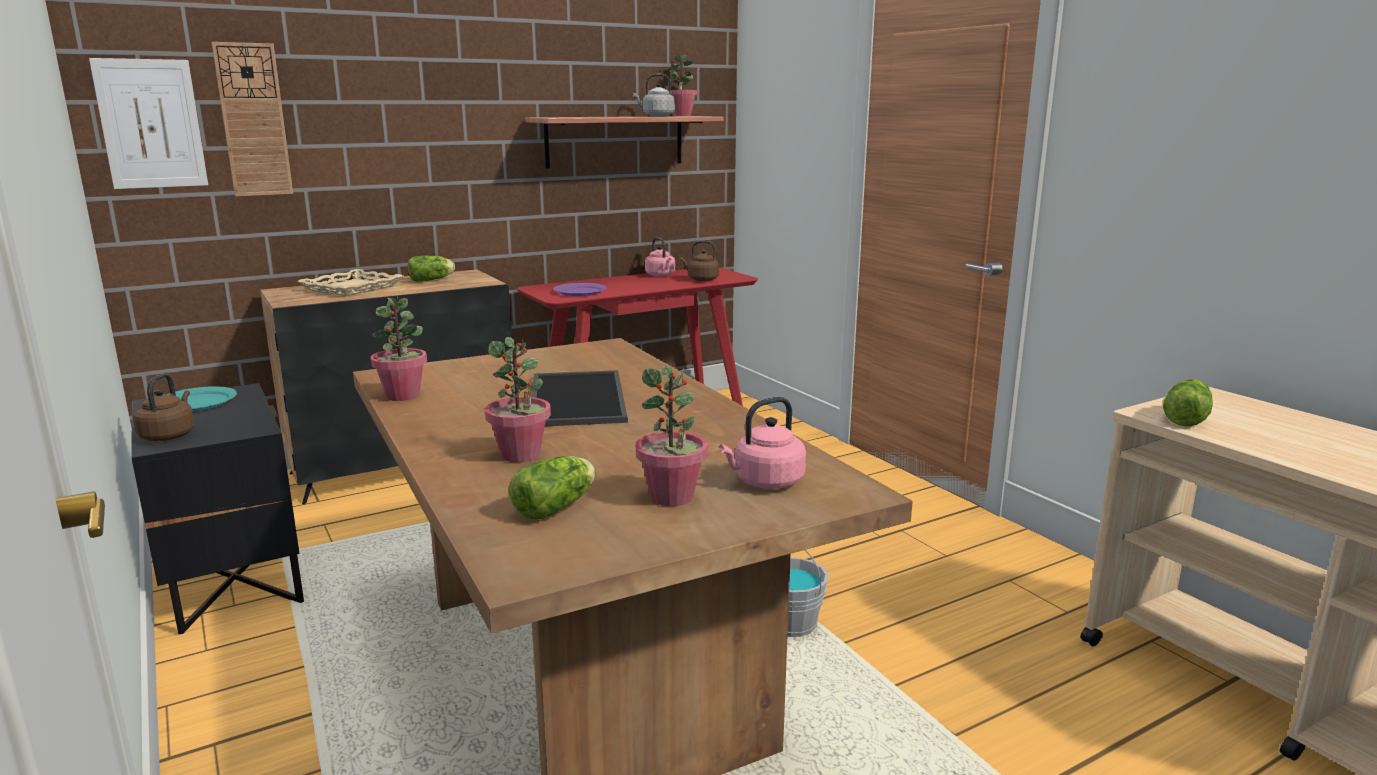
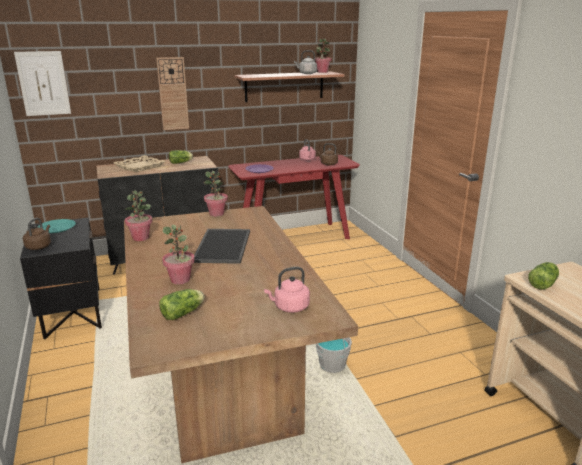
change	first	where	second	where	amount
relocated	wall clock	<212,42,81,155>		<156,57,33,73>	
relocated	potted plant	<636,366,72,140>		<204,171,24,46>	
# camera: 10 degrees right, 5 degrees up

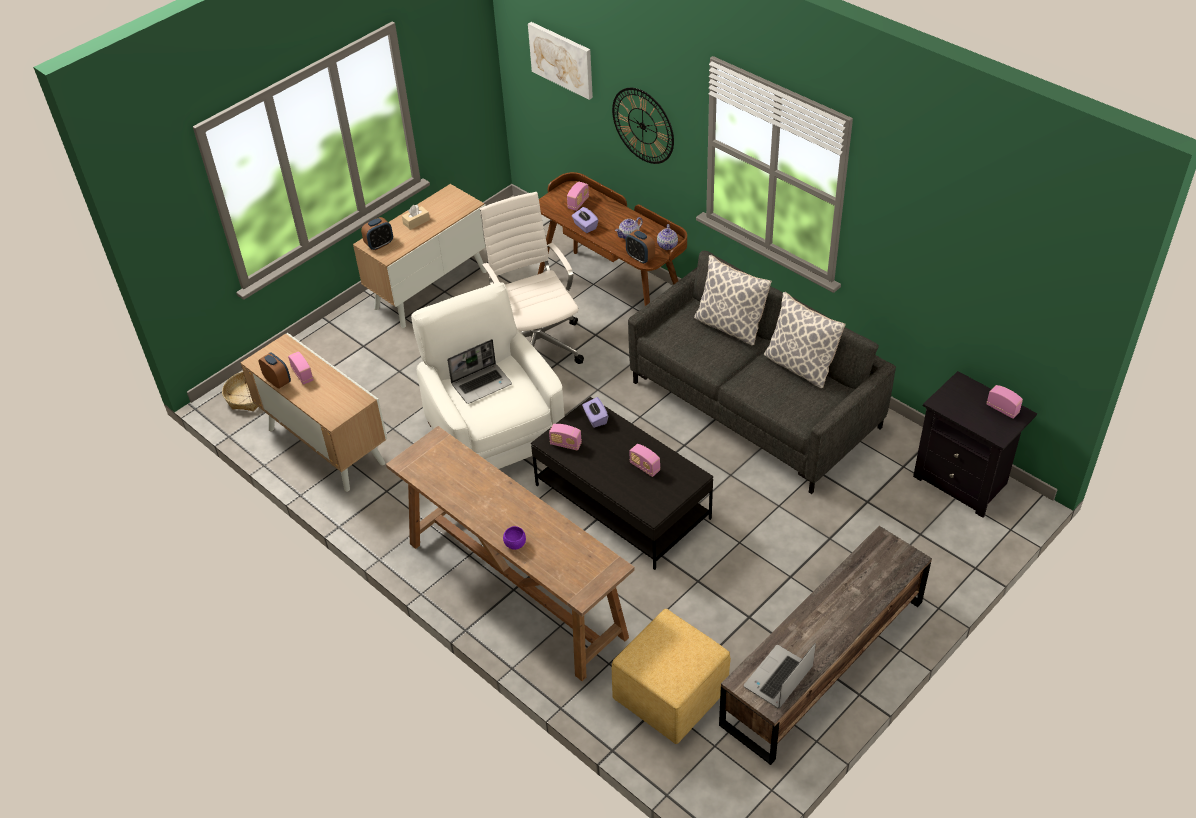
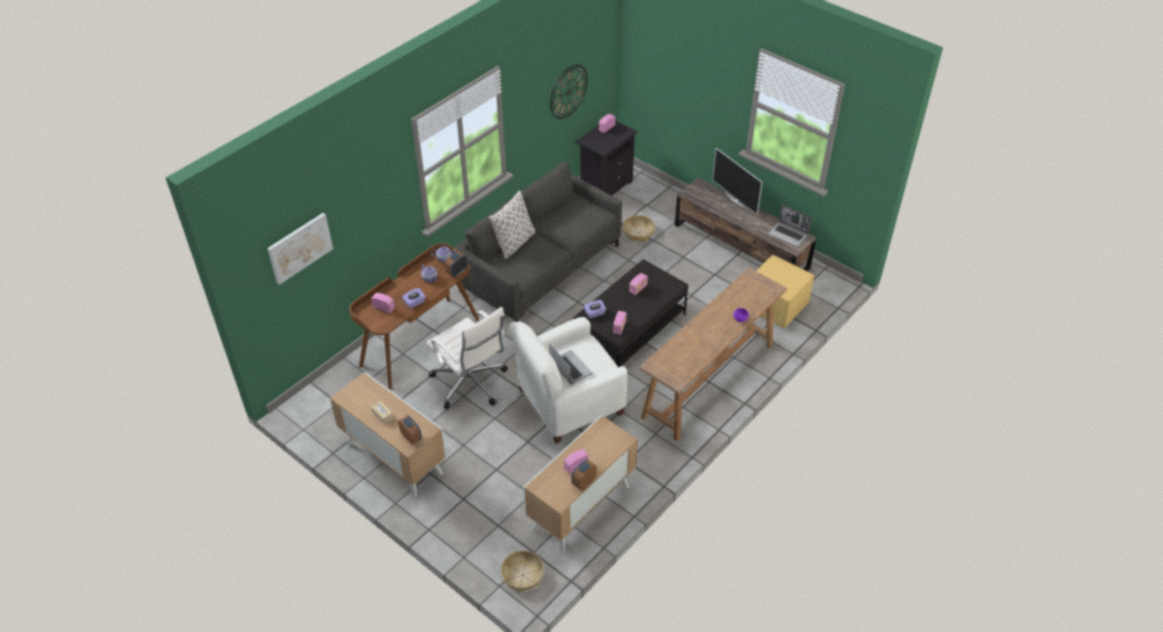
change	first	where	second	where	amount
relocated	wall clock	<612,87,62,77>		<550,65,38,54>	
spun	office chair (white)	<480,192,104,172>		<426,307,82,102>	105 degrees counterclockwise
missing	pillow	<764,292,82,96>			
appeared			television	<712,148,51,67>	
appeared			basket	<623,215,32,27>	
# camera: 95 degrees left, 0 degrees up

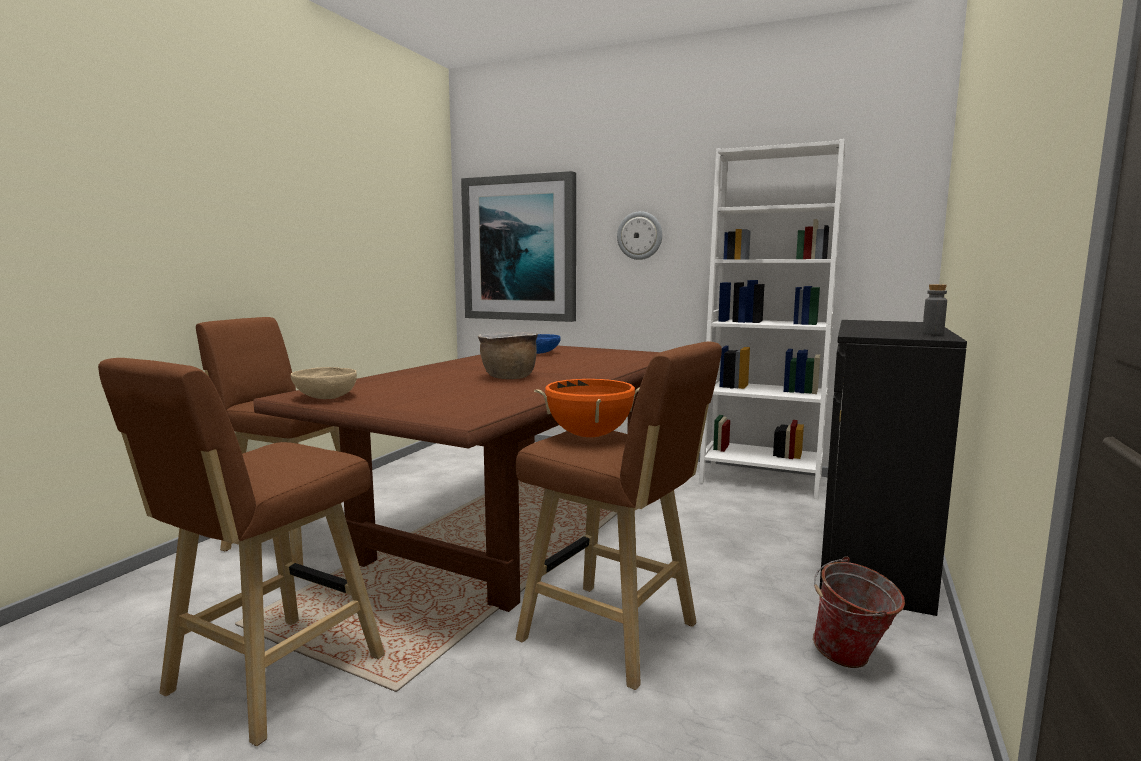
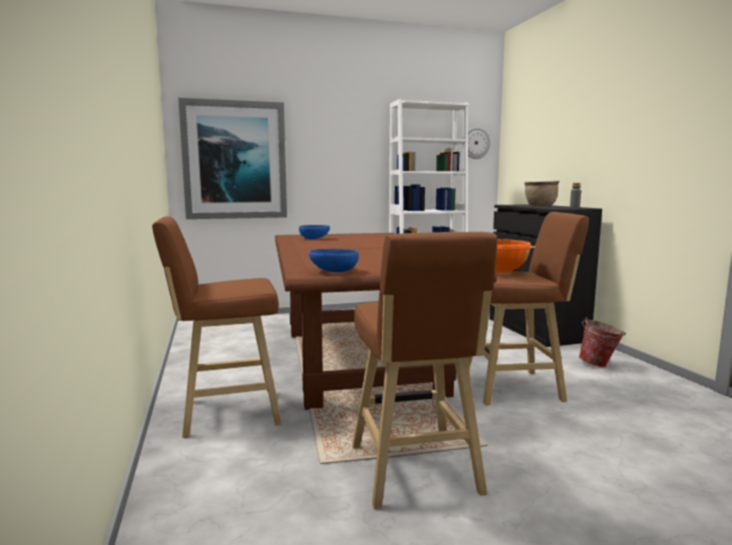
change	first	where	second	where	amount
relocated	wall clock	<617,211,45,49>		<468,127,22,32>	
relocated	cooking pot (brown)	<478,332,60,47>		<524,180,35,26>	
colour	bowl (beige)	<291,367,66,32>	bowl (blue)	<309,249,50,23>	
# camera: 40 degrees left, 0 degrees up

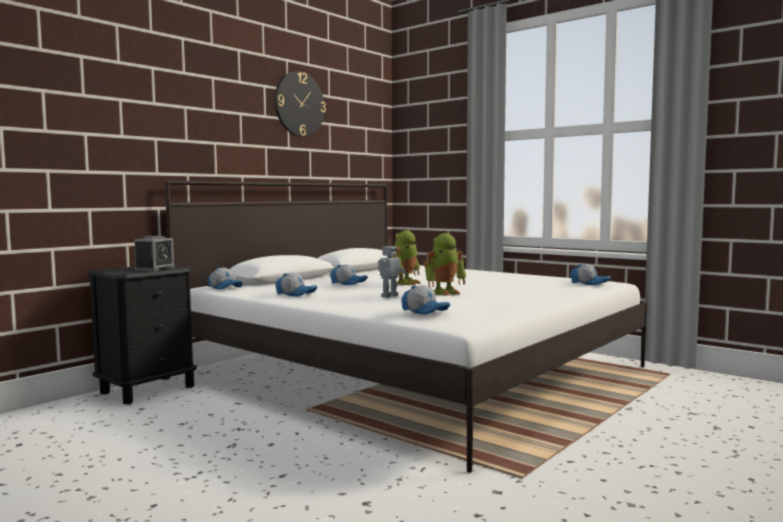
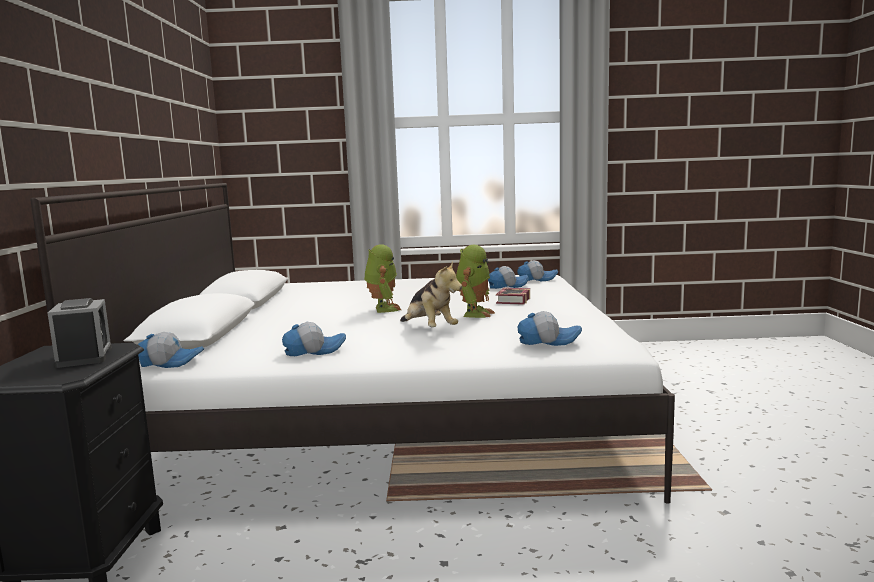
change	first	where	second	where	amount
missing	wall clock	<275,71,51,66>			
exchanged	toy robot	<378,240,29,58>	plush toy	<400,261,62,66>	
relocated	cap	<330,264,38,21>		<488,266,41,23>	
appeared			book	<496,288,34,17>	
# camera: 40 degrees left, 5 degrees up

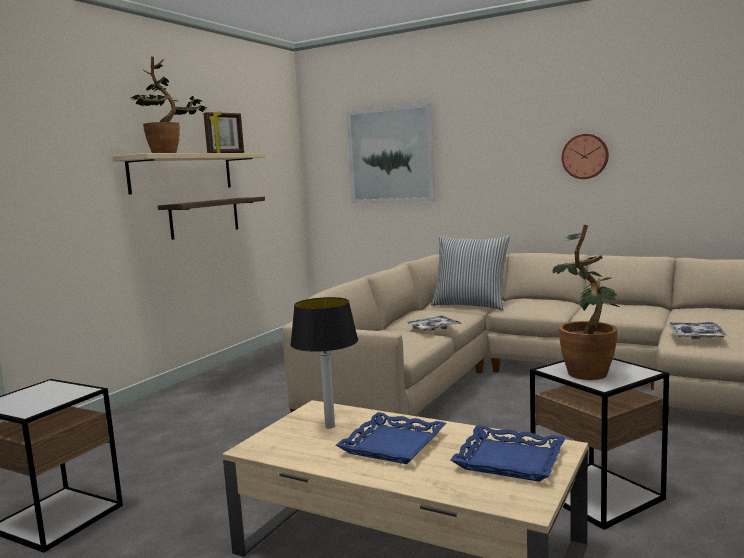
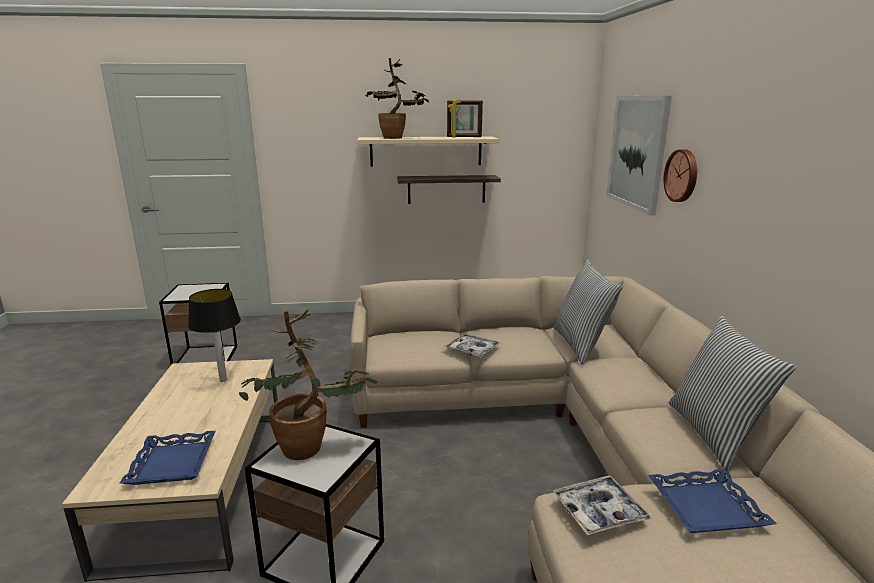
change	first	where	second	where	amount
relocated	wall clock	<562,134,47,45>		<664,149,33,53>	
relocated	tray (blue)	<336,412,110,52>		<648,469,129,64>	
appeared			pillow	<669,316,128,155>	
# camera: 55 degrees right, 10 degrees up

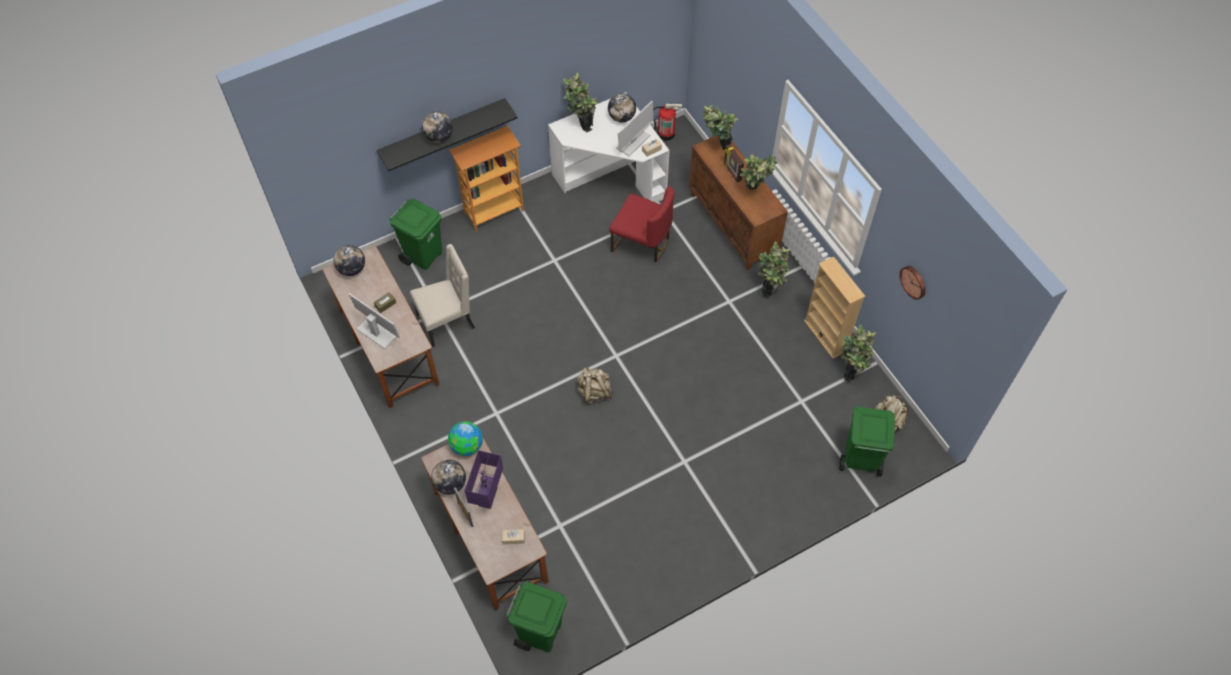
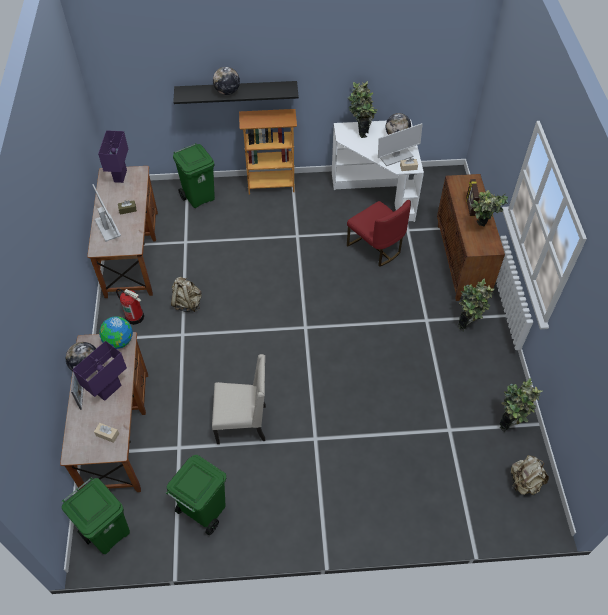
change	first	where	second	where	amount
relocated	fire extinguisher	<653,103,31,38>		<116,289,28,36>	
missing	potted plant	<703,105,35,45>			
relocated	chair (beige)	<410,244,65,103>		<212,354,54,90>	
exchanged	globe	<334,245,31,31>	table lamp (purple)	<98,130,30,53>	
missing	bookcase (beige)	<804,256,61,103>			
missing	wall clock	<900,266,26,34>			
relocated	backpack (beige)	<577,366,36,38>		<171,277,31,35>	
relocated	trash can (green)	<839,406,56,70>		<166,455,60,80>	
# camera: 25 degrees right, 5 degrees down

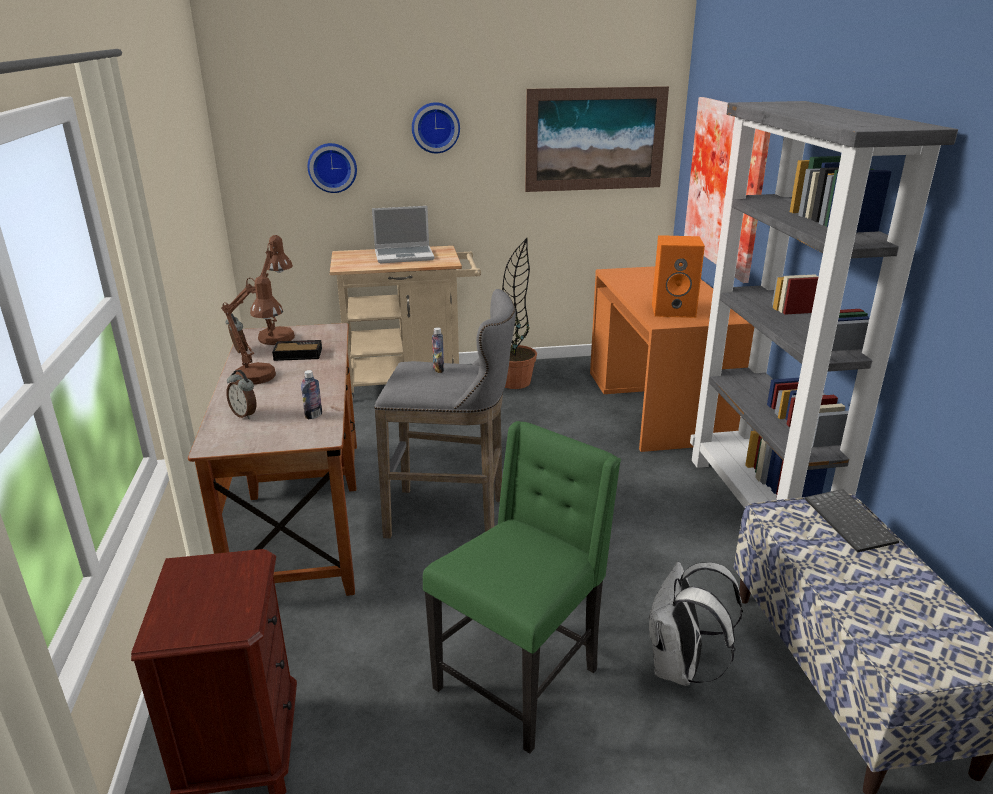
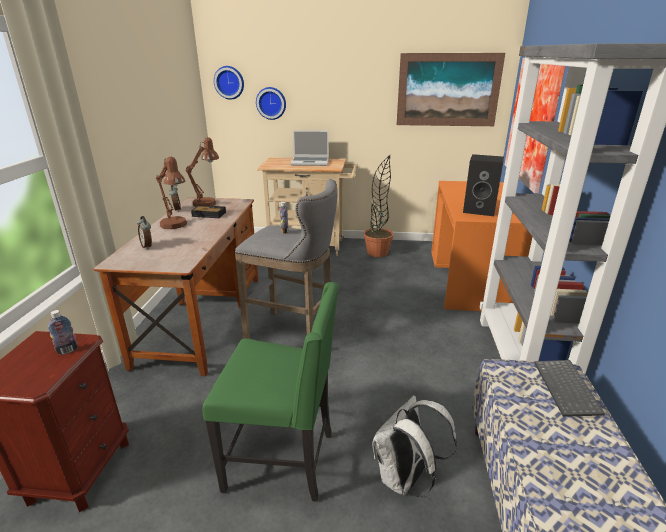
change	first	where	second	where	amount
relocated	wall clock	<412,102,48,51>		<214,66,30,34>	
colour	speaker (orange)	<652,235,53,83>	speaker (black)	<463,154,41,62>	
relocated	bottle	<301,370,21,50>		<48,310,30,45>	
spun	chair (green)	<423,421,198,333>		<202,282,137,220>	45 degrees clockwise
# camera: 15 degrees right, 0 degrees up

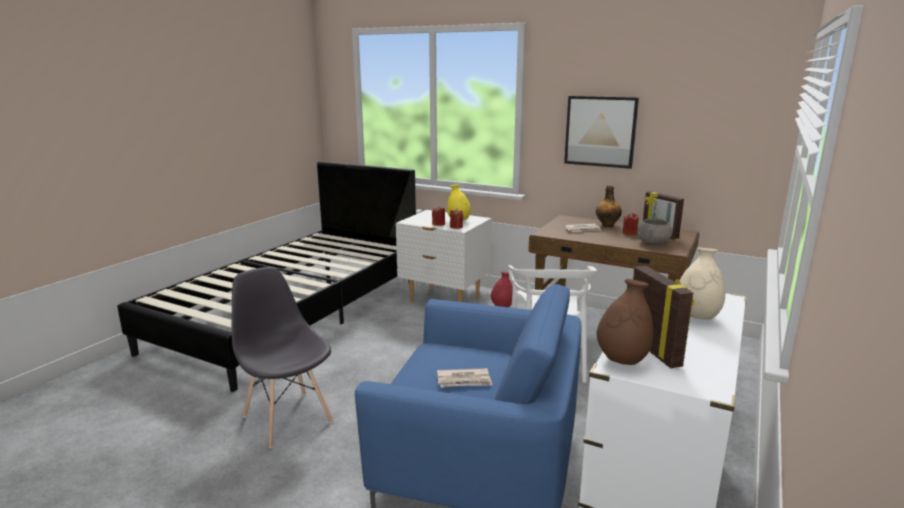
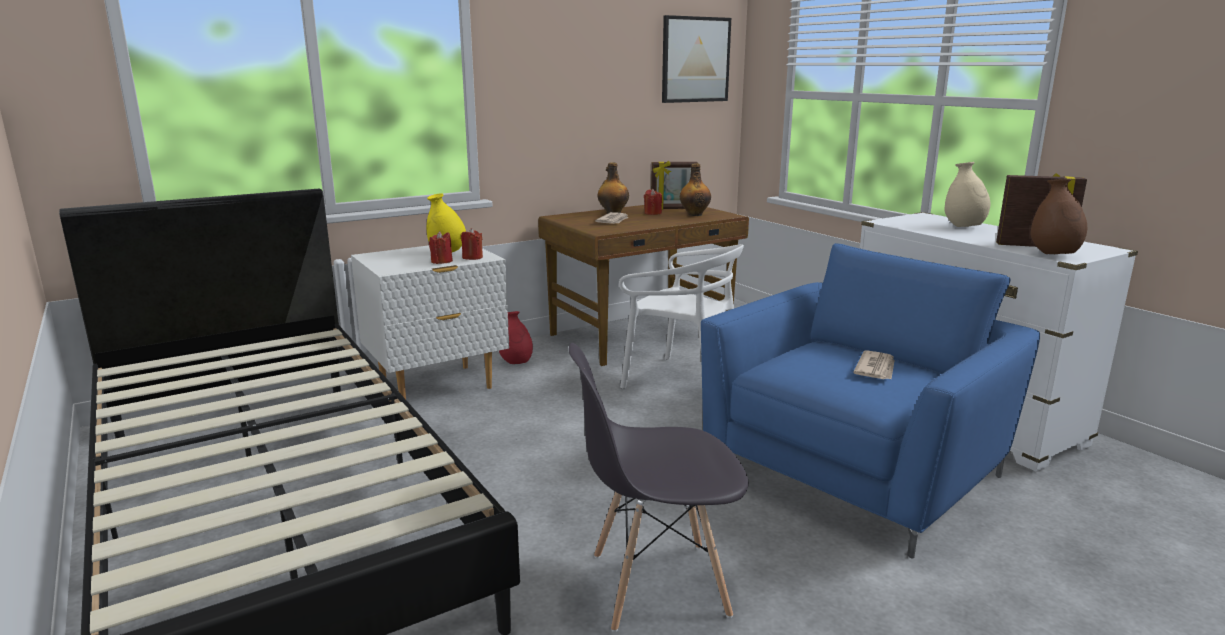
change	first	where	second	where	amount
relocated	picture	<564,96,75,73>		<662,15,69,88>	
exchanged	bowl (grey)	<637,219,35,26>	bottle	<680,164,31,52>	
# camera: 60 degrees left, 0 degrees up

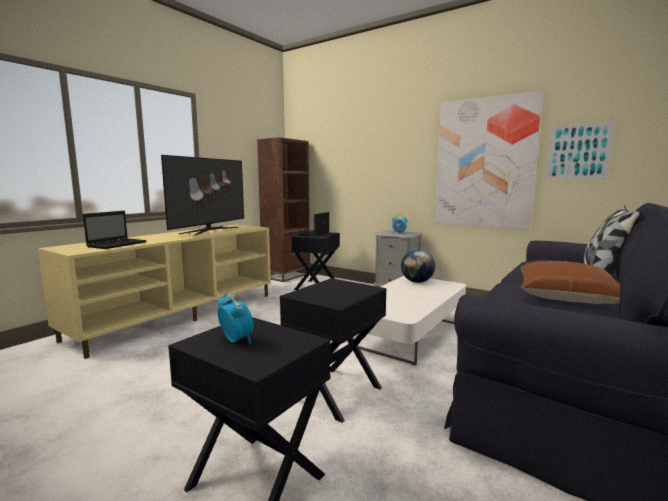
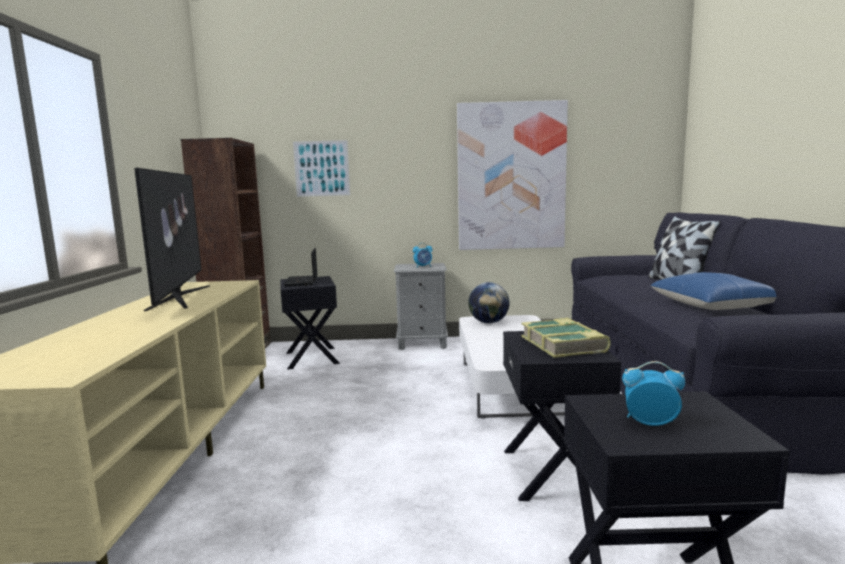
change	first	where	second	where	amount
relocated	picture	<546,122,69,57>		<293,140,57,57>	
missing	laptop	<83,211,64,38>			
colour	pillow (brown)	<520,261,100,43>	pillow (blue)	<650,272,126,38>	
appeared			book	<521,318,90,40>	
# camera: 35 degrees left, 0 degrees up

